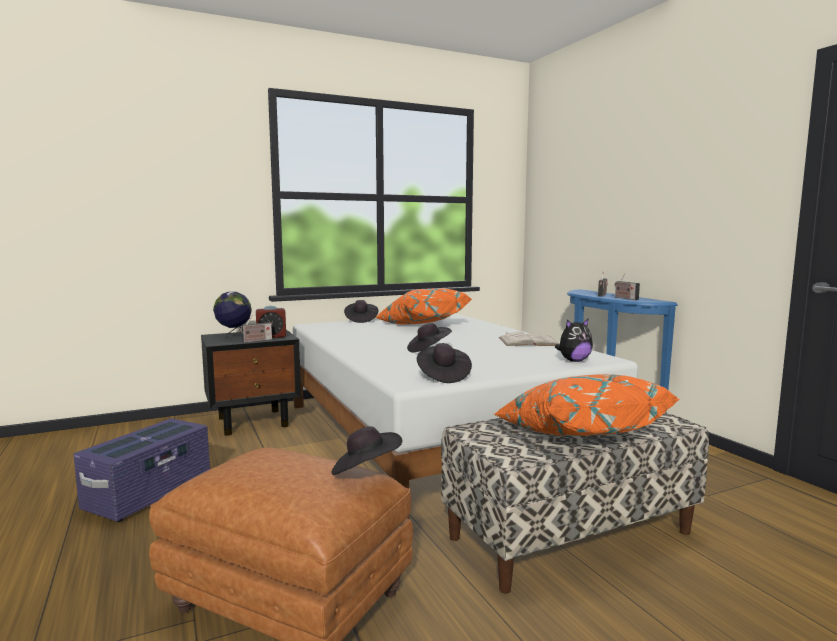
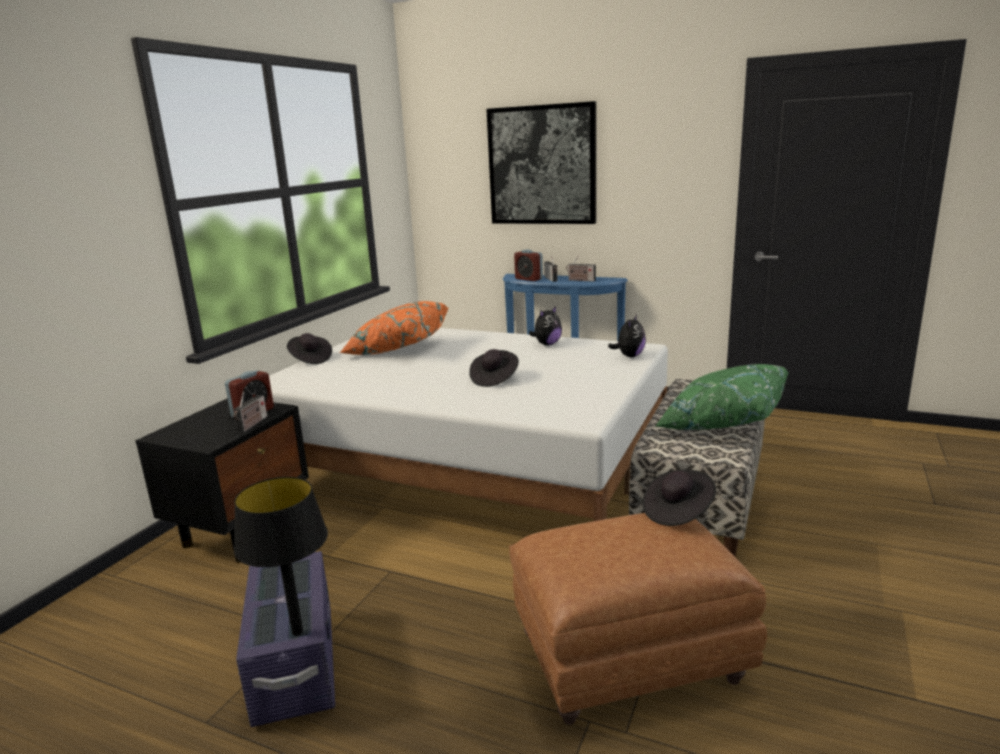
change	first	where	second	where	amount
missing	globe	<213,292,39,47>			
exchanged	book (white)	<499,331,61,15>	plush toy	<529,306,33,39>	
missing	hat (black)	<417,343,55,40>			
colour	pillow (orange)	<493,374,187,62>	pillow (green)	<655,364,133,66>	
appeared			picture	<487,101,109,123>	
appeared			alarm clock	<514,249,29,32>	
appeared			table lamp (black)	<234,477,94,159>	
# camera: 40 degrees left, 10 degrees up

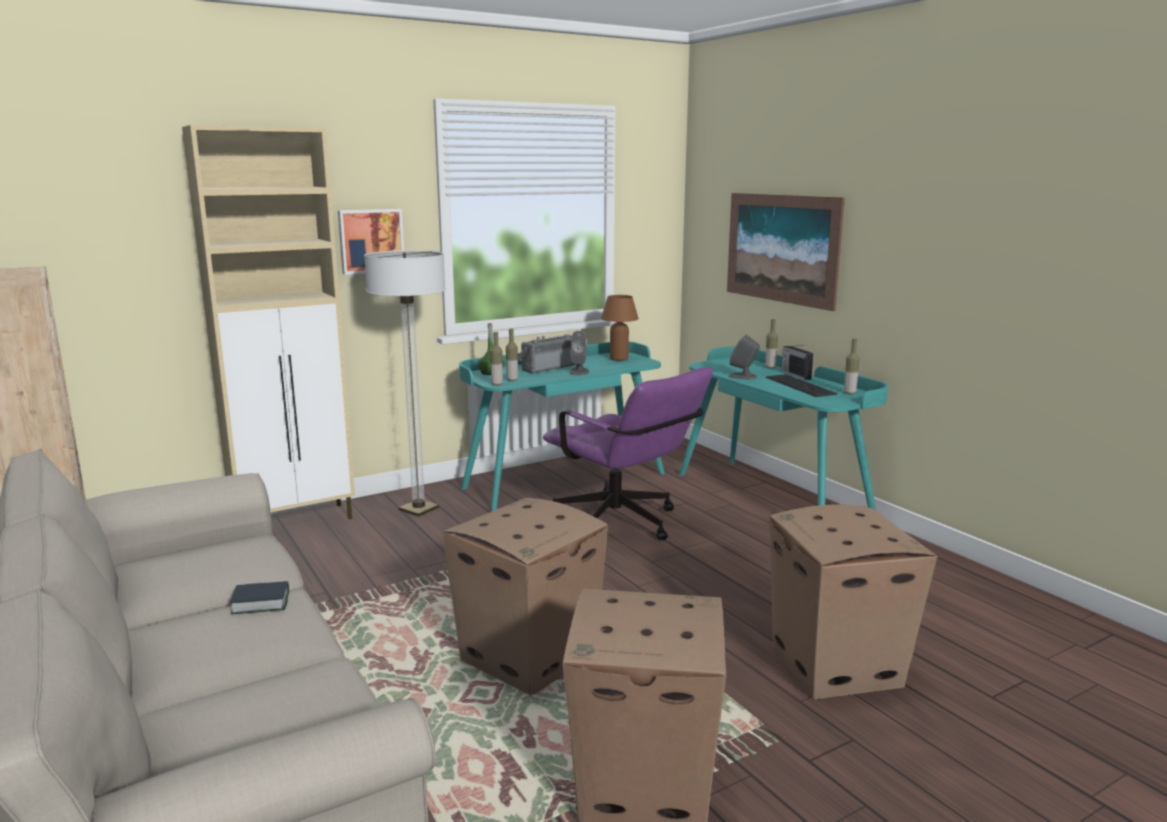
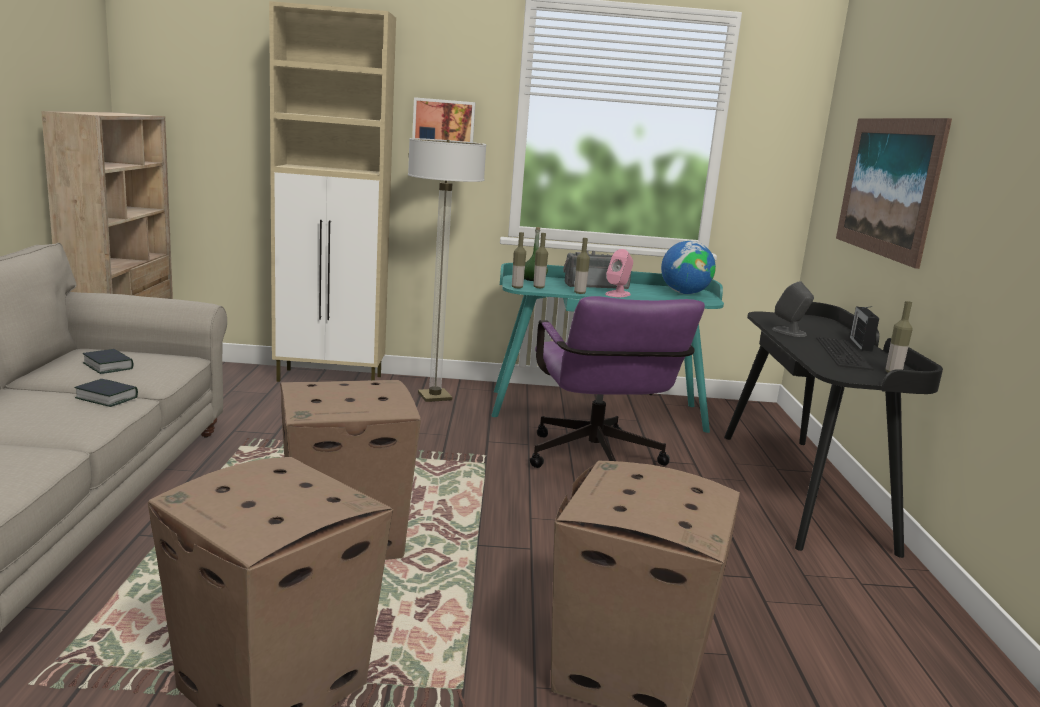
change	first	where	second	where	amount
exchanged	table lamp (brown)	<601,295,38,66>	globe	<661,241,55,53>	
relocated	bottle	<765,319,13,50>		<574,238,16,56>	
colour	speaker (grey)	<570,331,19,44>	speaker (pink)	<605,249,28,48>	
colour	desk (turquoise)	<679,346,209,164>	desk (black)	<724,302,219,256>	
appeared			book	<83,349,51,25>	
# camera: 30 degrees right, 0 degrees up

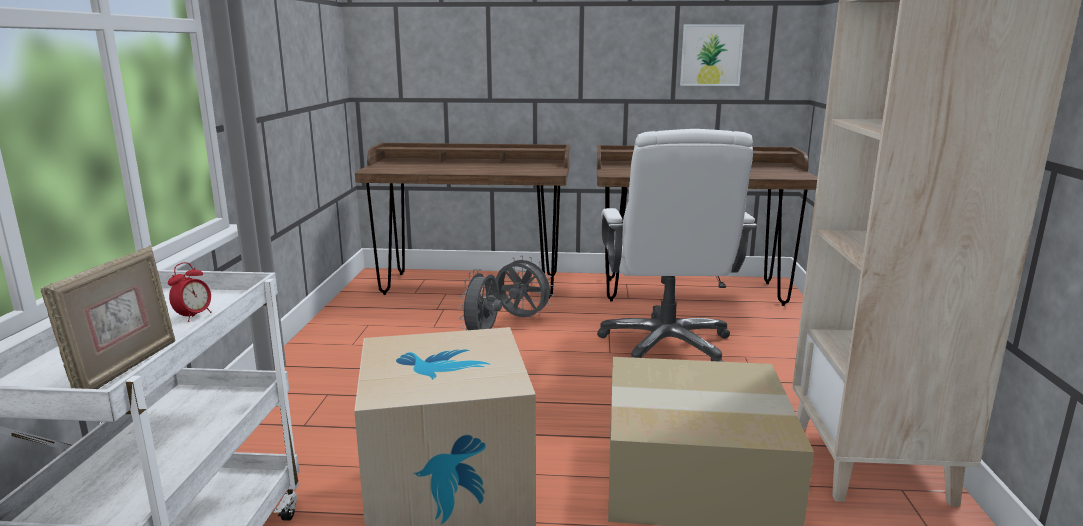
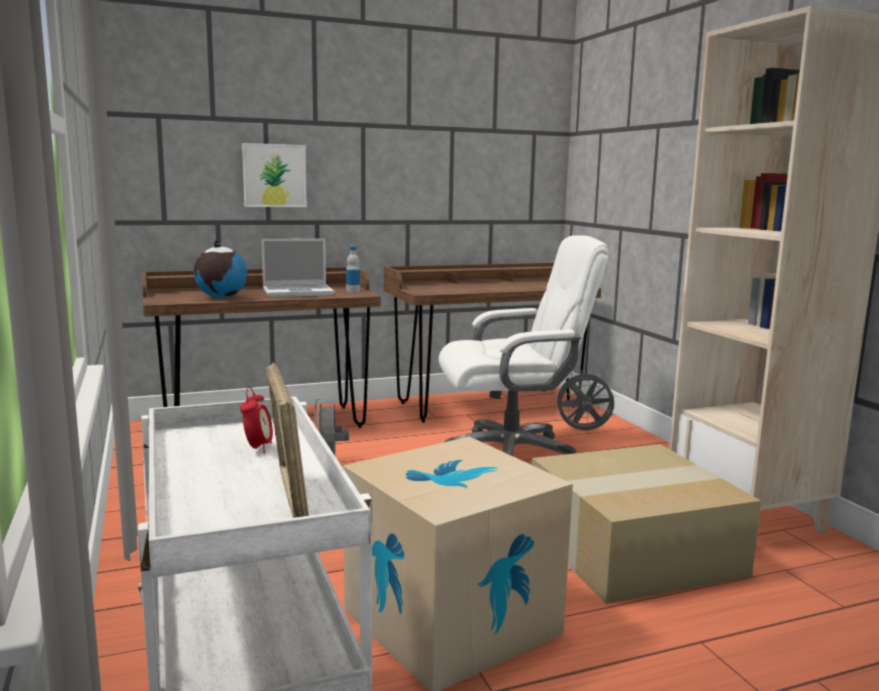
change	first	where	second	where	amount
relocated	picture	<680,24,64,62>		<242,143,65,64>	
spun	office chair (white)	<597,129,160,233>		<439,235,170,221>	75 degrees counterclockwise
relocated	fan (grey)	<496,255,58,62>		<553,370,63,60>	
appeared			laptop	<261,238,74,59>	
appeared			globe	<194,239,53,59>	
appeared			bottle	<346,246,14,46>	
# camera: 25 degrees left, 5 degrees down

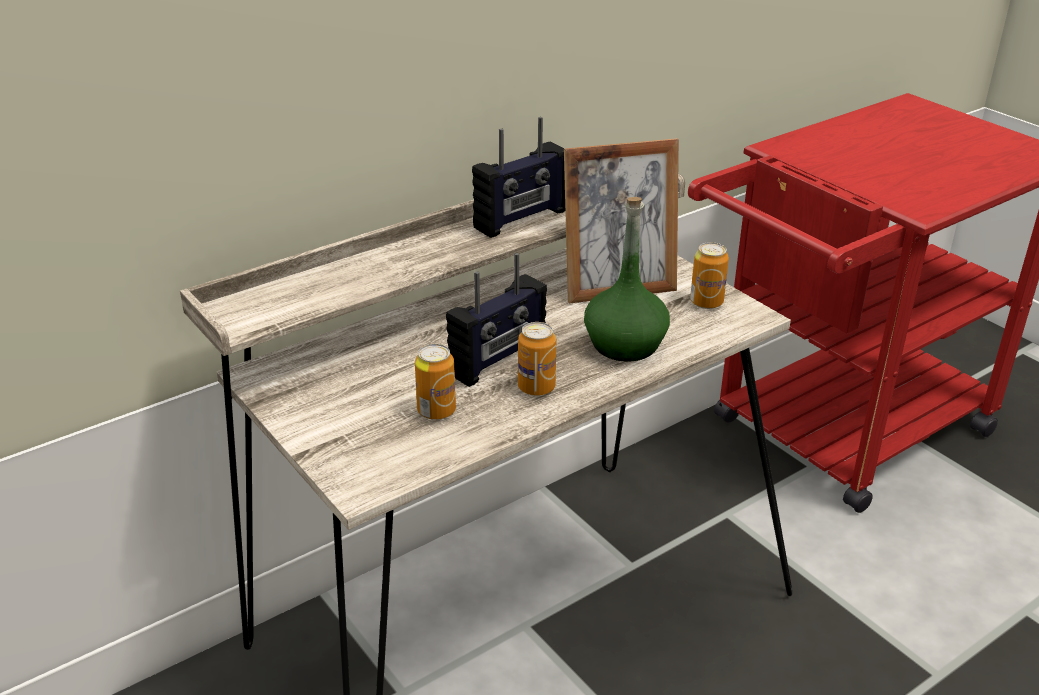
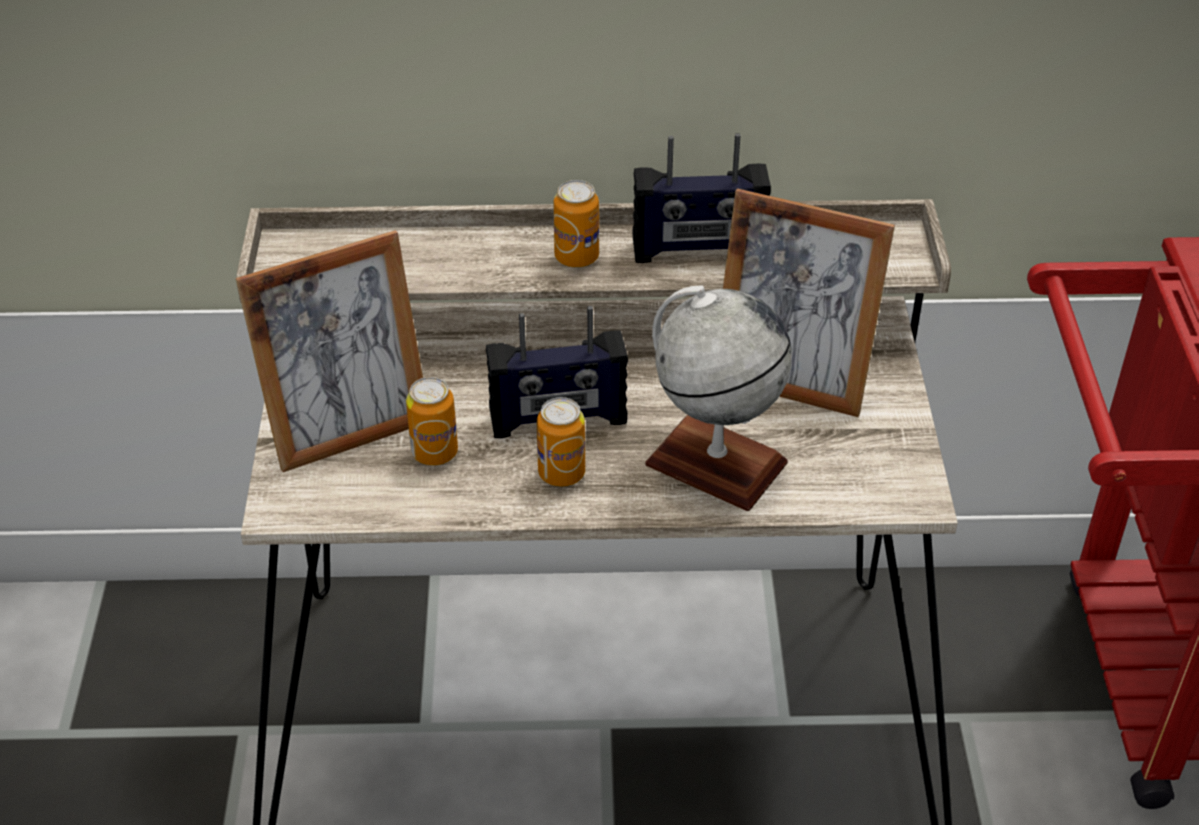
change	first	where	second	where	amount
exchanged	bottle (green)	<584,197,86,165>	globe	<645,285,147,226>	
relocated	can	<690,242,39,67>		<554,180,45,88>	
appeared			picture frame	<236,230,187,242>	
# camera: 35 degrees right, 10 degrees up

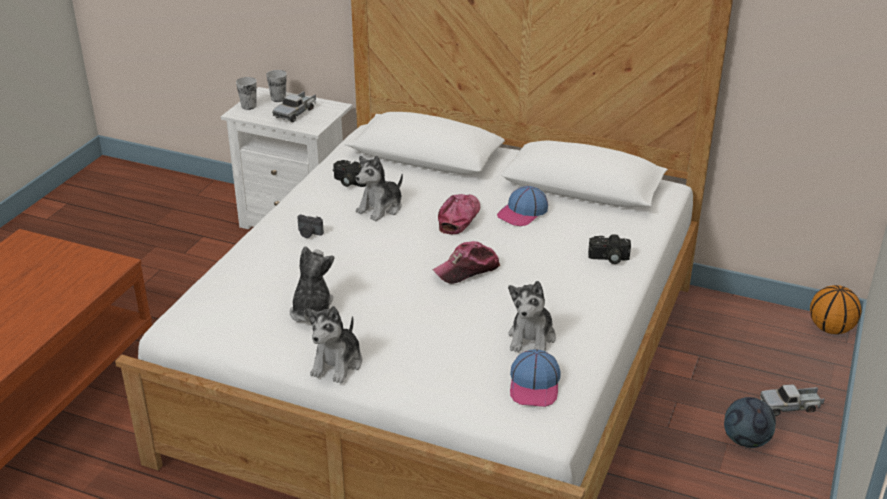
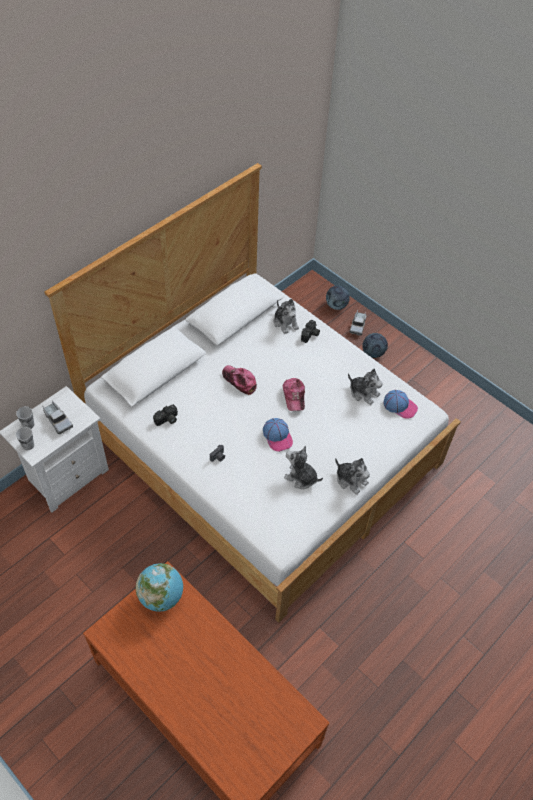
change	first	where	second	where	amount
relocated	plush toy	<356,156,47,65>		<274,299,25,35>	
relocated	cap	<497,186,51,40>		<263,418,30,34>	
missing	basketball	<810,285,52,49>			
appeared			football	<326,286,24,24>	
appeared			globe	<136,563,47,49>	
# camera: 70 degrees left, 20 degrees up

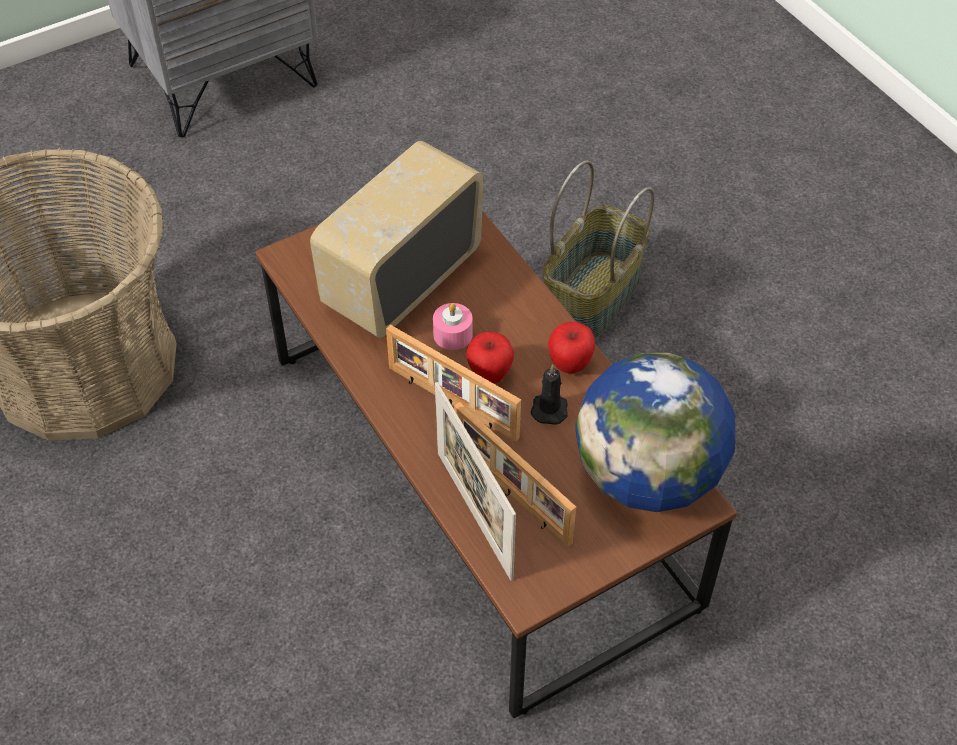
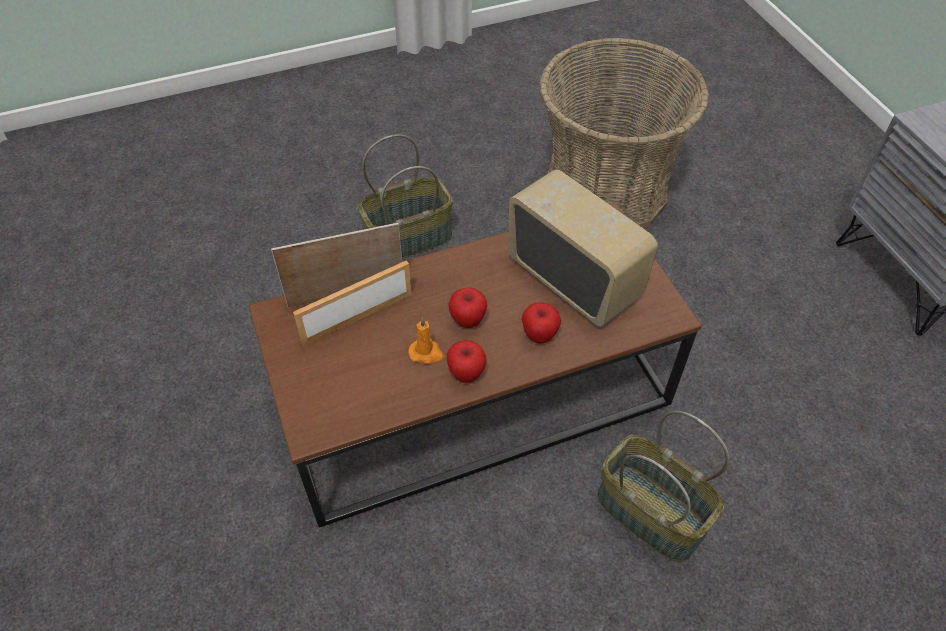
change	first	where	second	where	amount
missing	candle (pink)	<433,303,40,47>			
missing	picture frame	<386,325,135,117>			
missing	globe	<575,353,160,159>			
colour	candle (black)	<531,364,37,61>	candle (orange)	<408,317,36,47>	
appeared			basket	<357,134,96,124>	
appeared			apple	<521,302,40,42>	
# camera: 100 degrees right, 0 degrees up

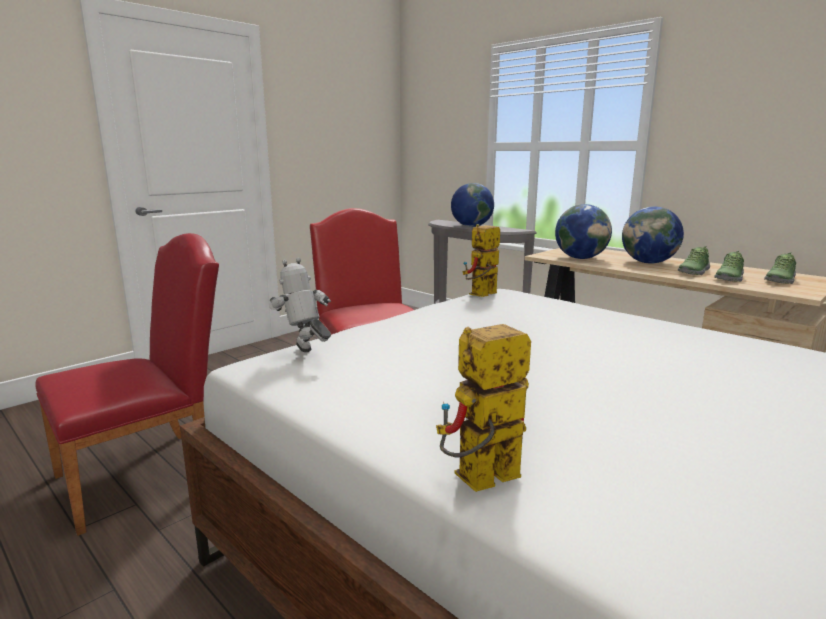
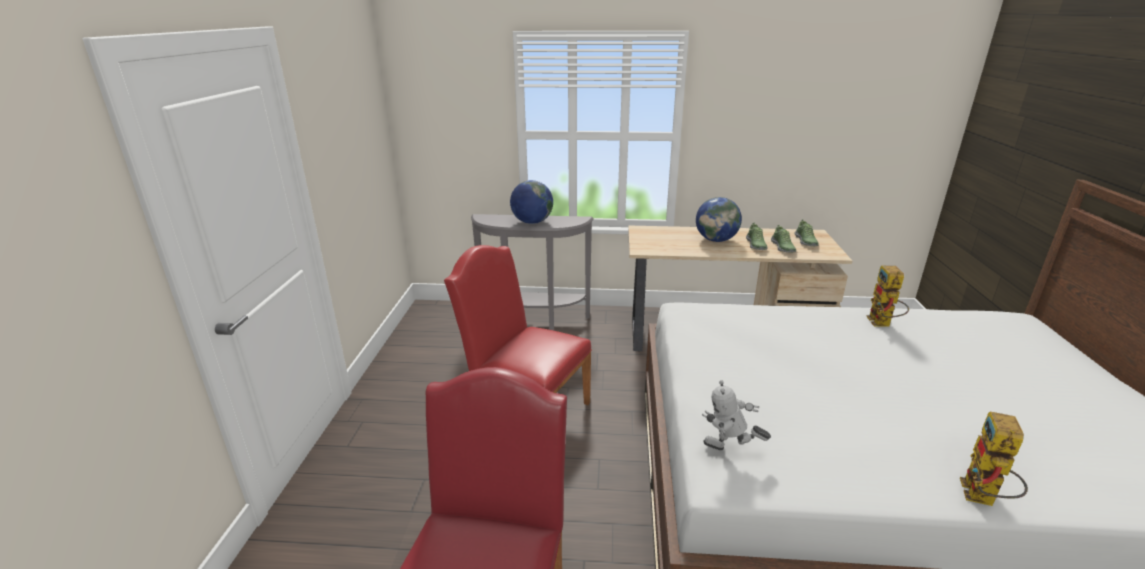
change	first	where	second	where	amount
missing	globe	<555,204,57,55>			
relocated	toy robot	<462,224,38,73>		<866,266,43,61>	
# camera: 40 degrees left, 10 degrees up

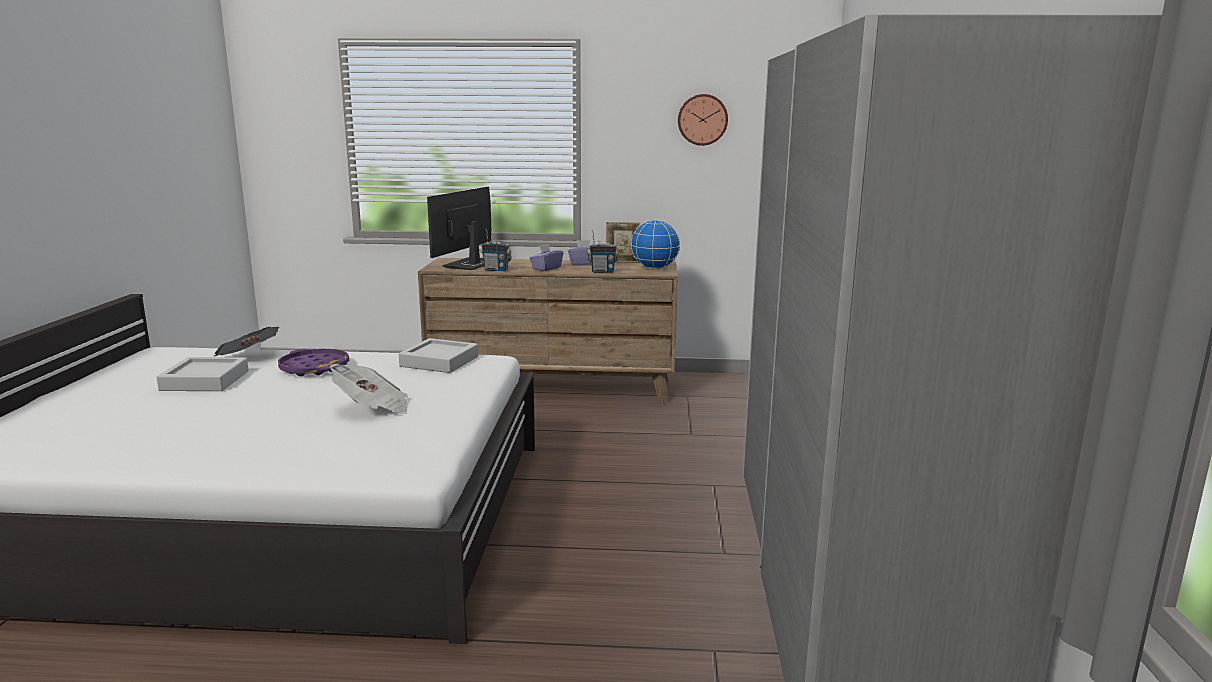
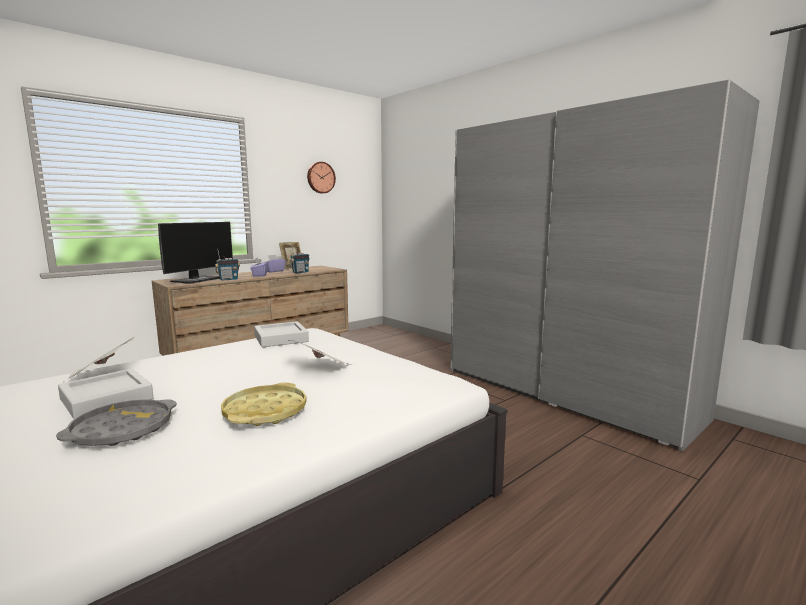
change	first	where	second	where	amount
spun	monitor	<427,187,64,83>		<158,222,75,62>	135 degrees counterclockwise
missing	globe	<631,220,49,49>			
missing	tray (purple)	<278,349,71,27>			
appeared			tray (yellow)	<221,383,86,43>	
appeared			tray (grey)	<56,399,120,47>	
# camera: 45 degrees left, 5 degrees down

